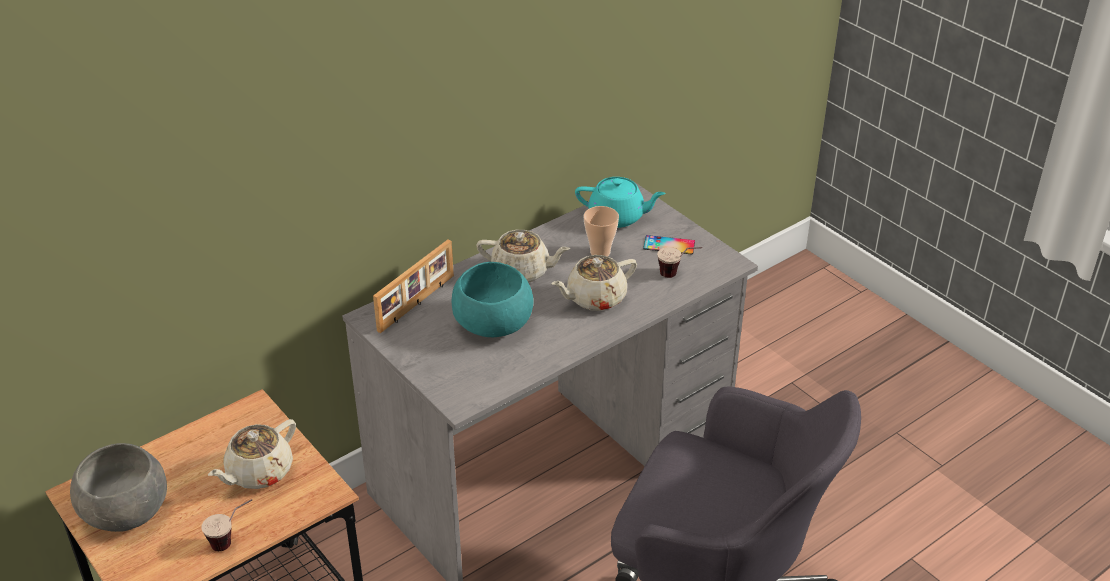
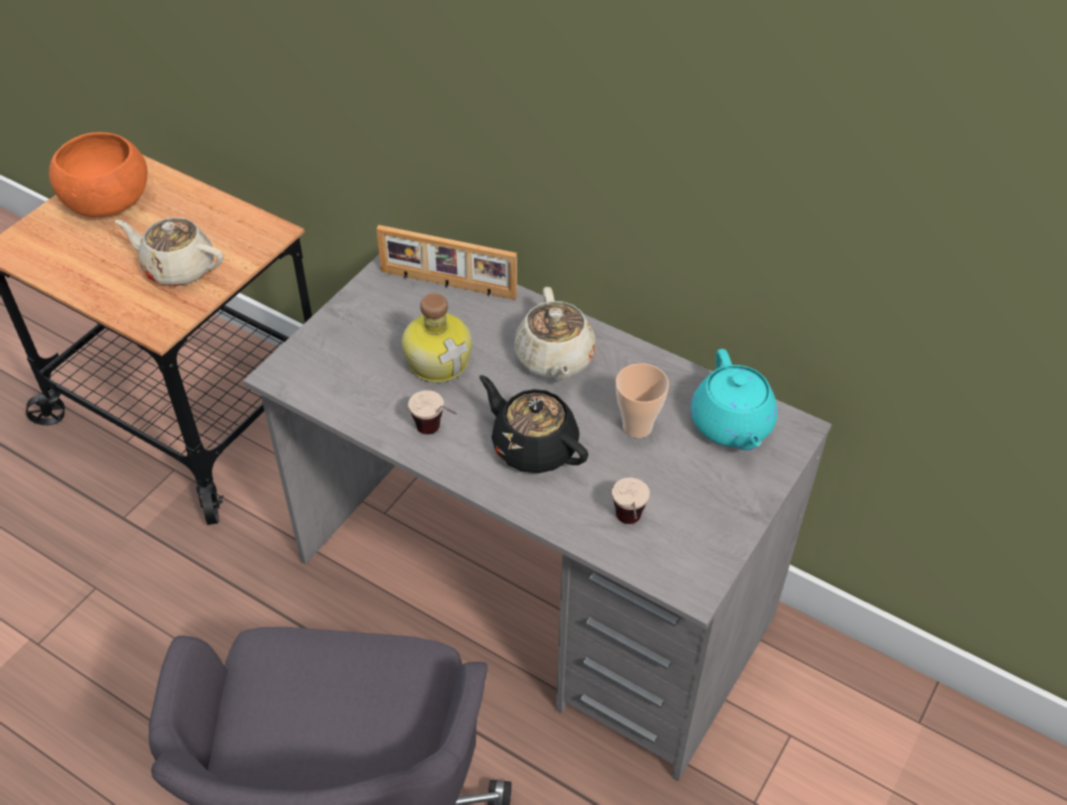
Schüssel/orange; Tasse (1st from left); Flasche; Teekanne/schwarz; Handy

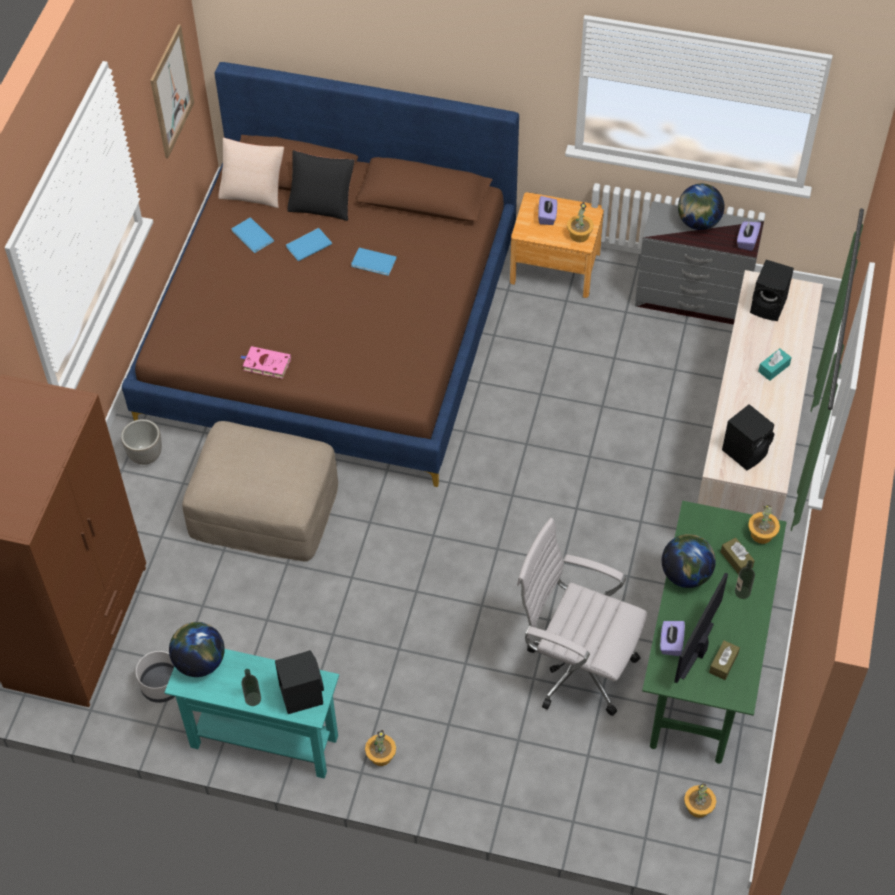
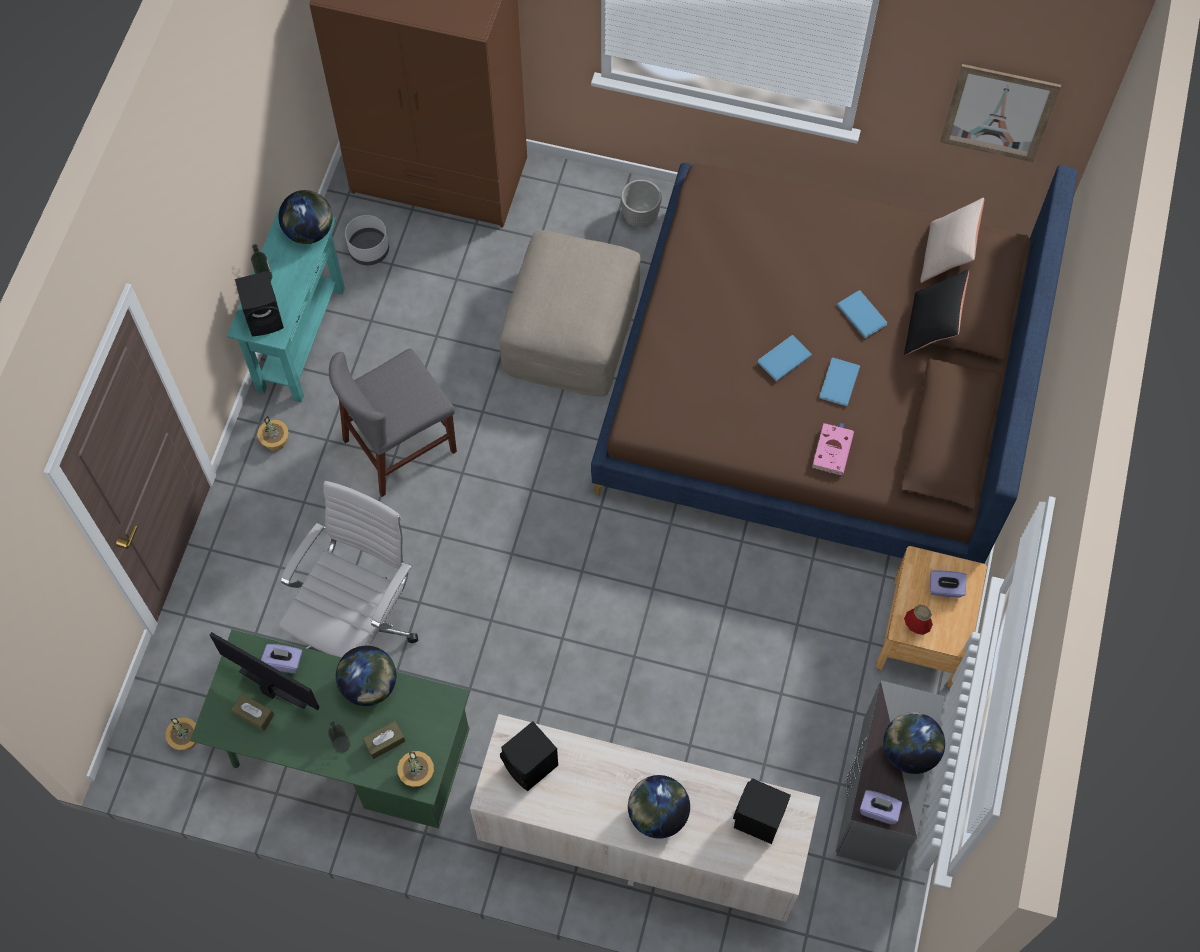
Buch/blau (1st from left); Buch/rosa; Flasche (3rd from left); Globus (3rd from left); Stuhl/grau

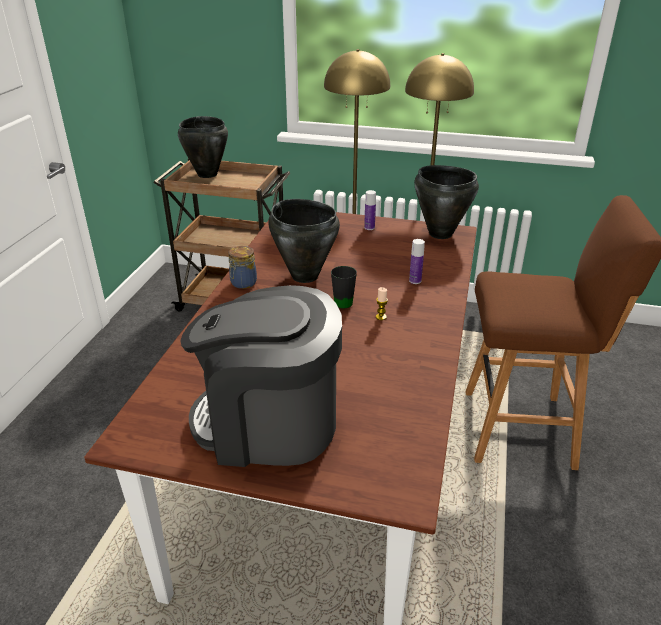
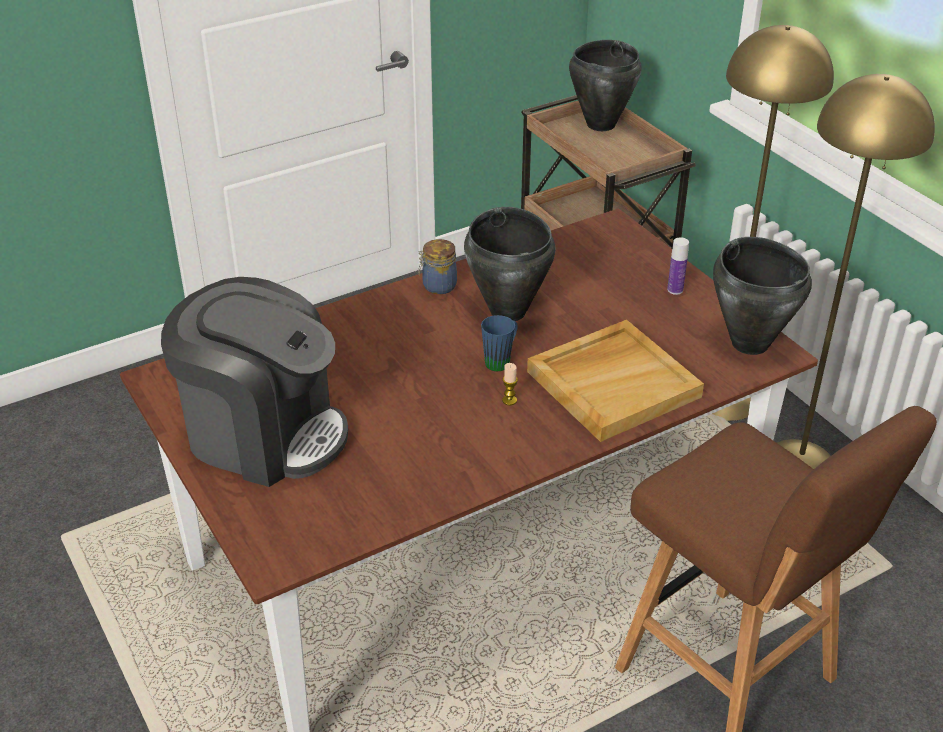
Kaffeemaschine; Henkelbecher/blau; Tablett/beige

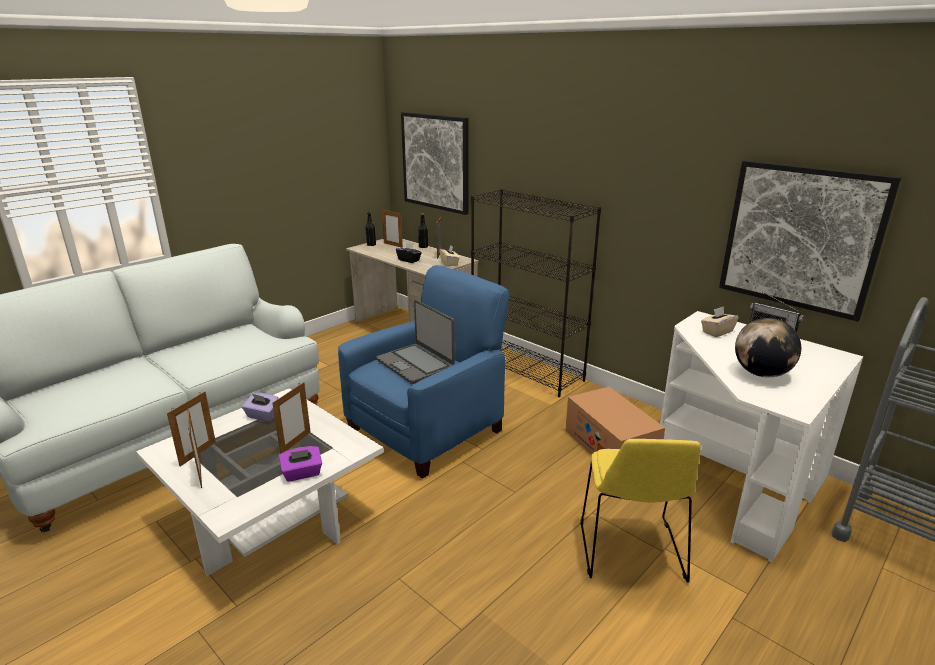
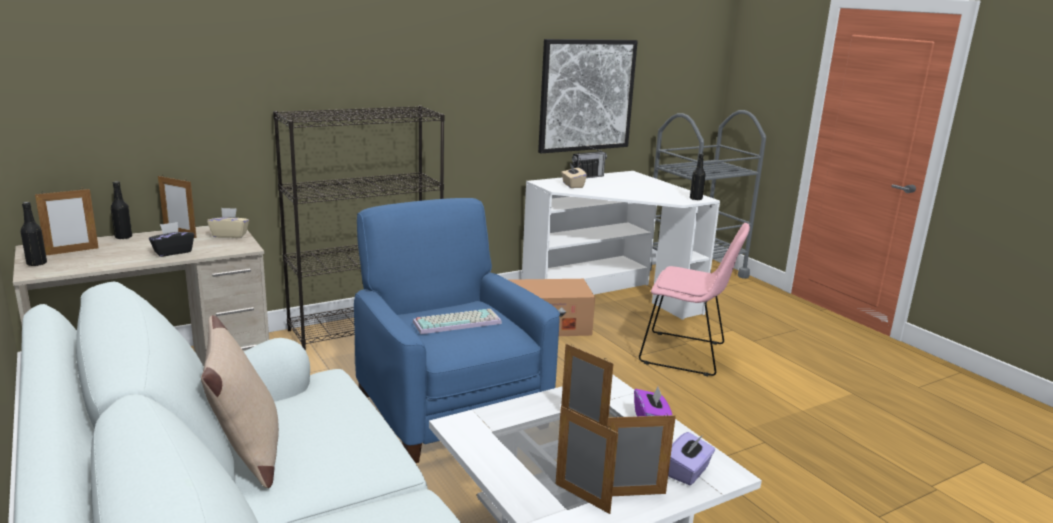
Taschentuchbox/lila (2nd from left); Tastatur; Bild (1st from left in the first image); Stuhl/rosa; Globus; Kissen/beige; Flasche/schwarz (3rd from left)

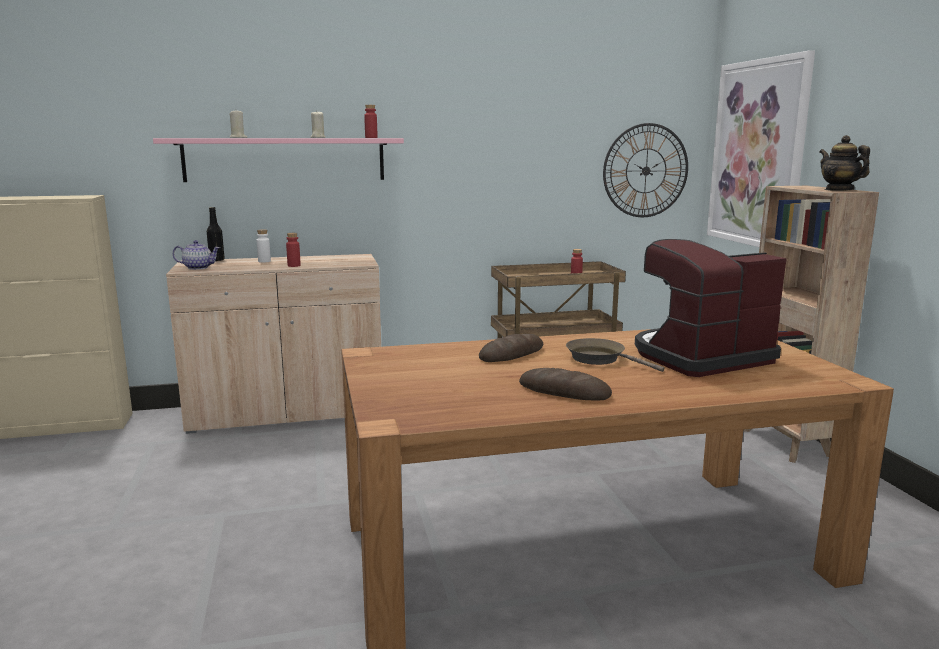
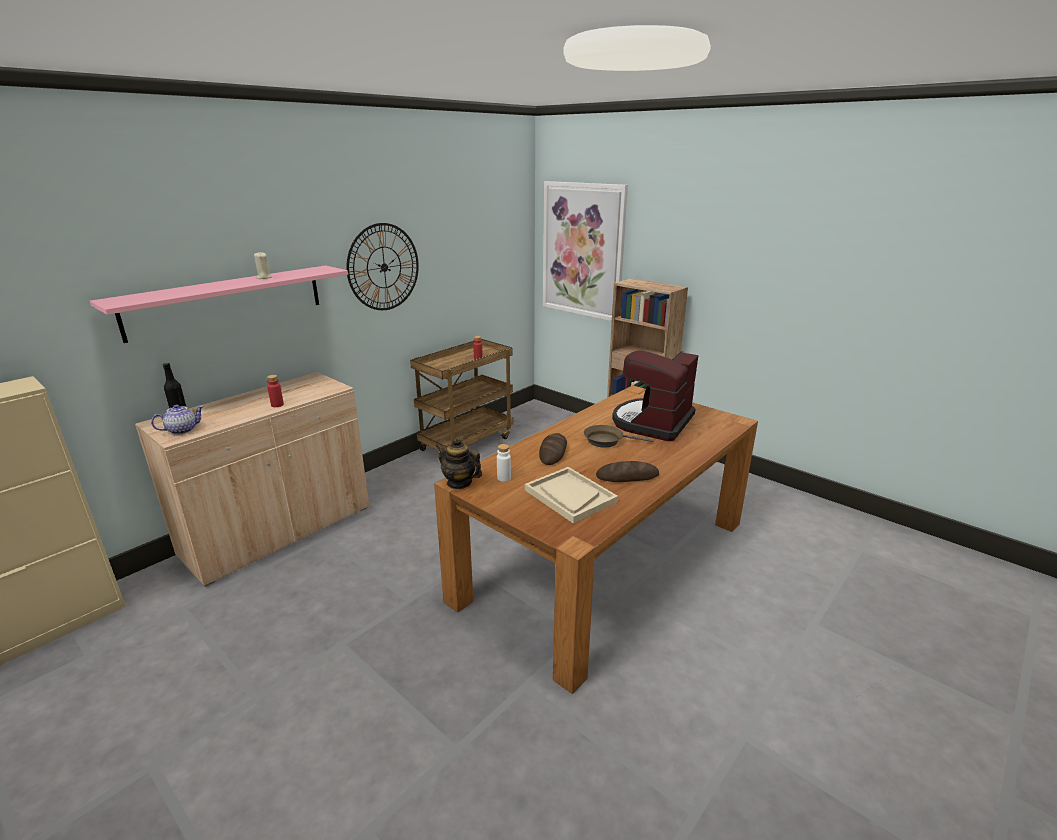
Kerze/beige (1st from left in the first image); Flasche/weiß; Flasche/rot (2nd from left in the first image); Wanduhr; Teekanne (2nd from left); Tablett/beige

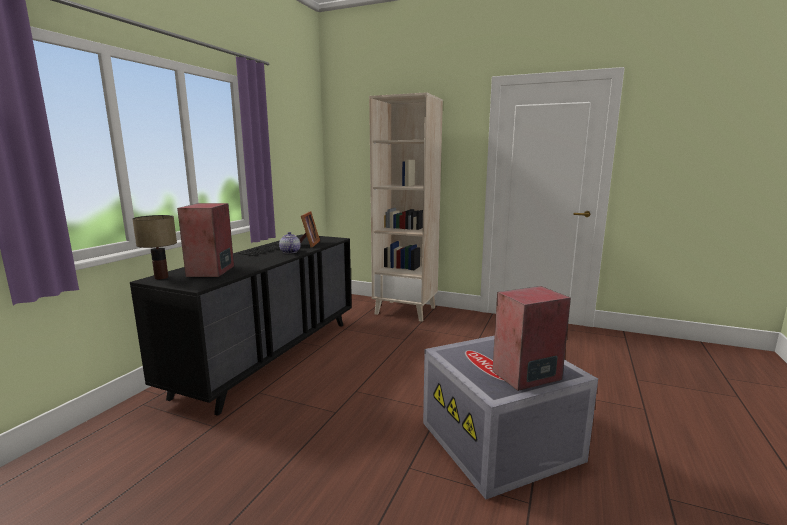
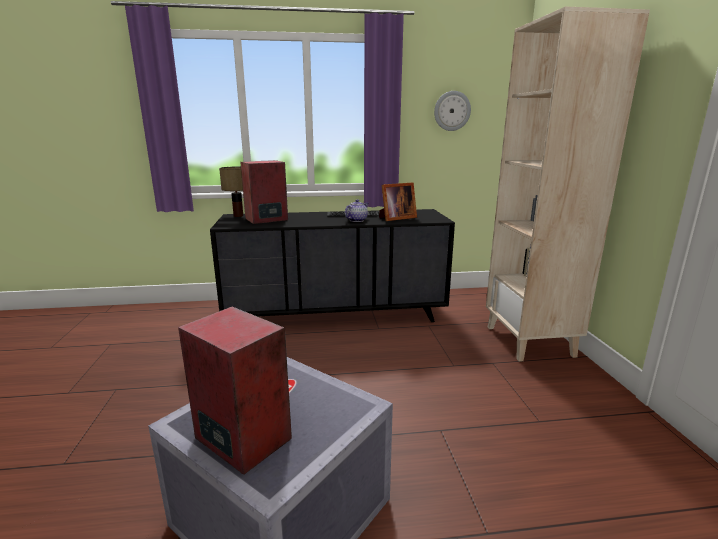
Wanduhr

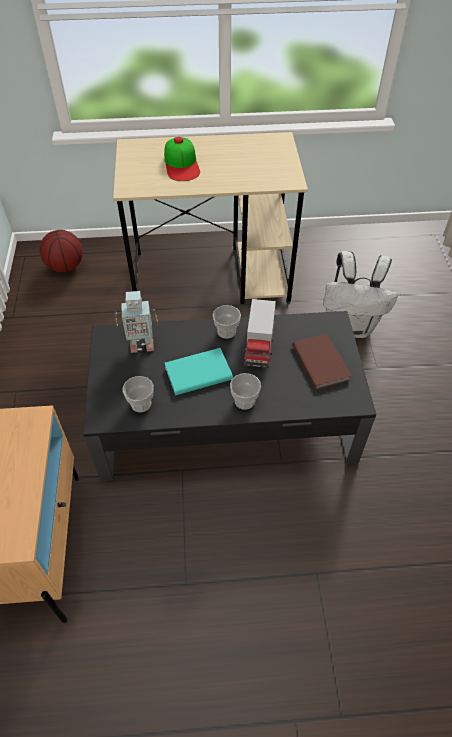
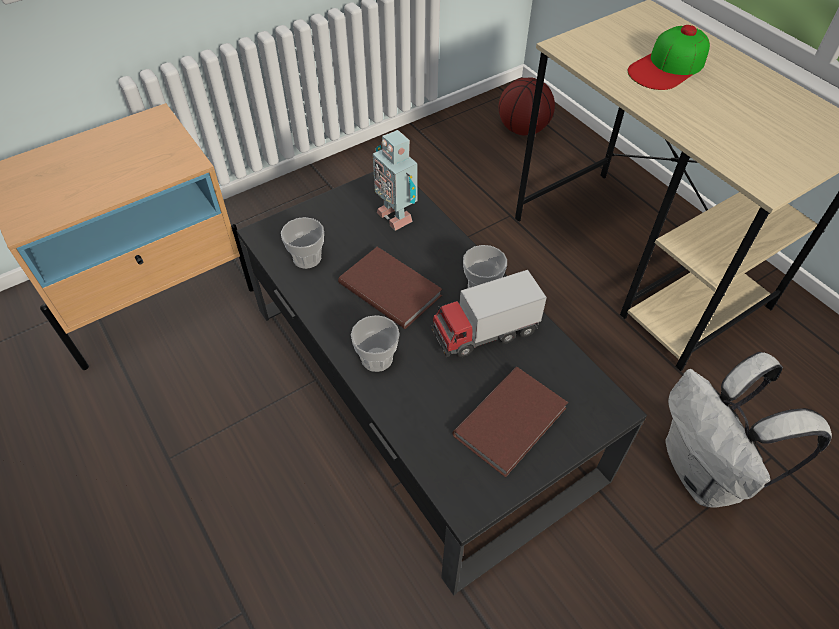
Buch/braun (1st from left)

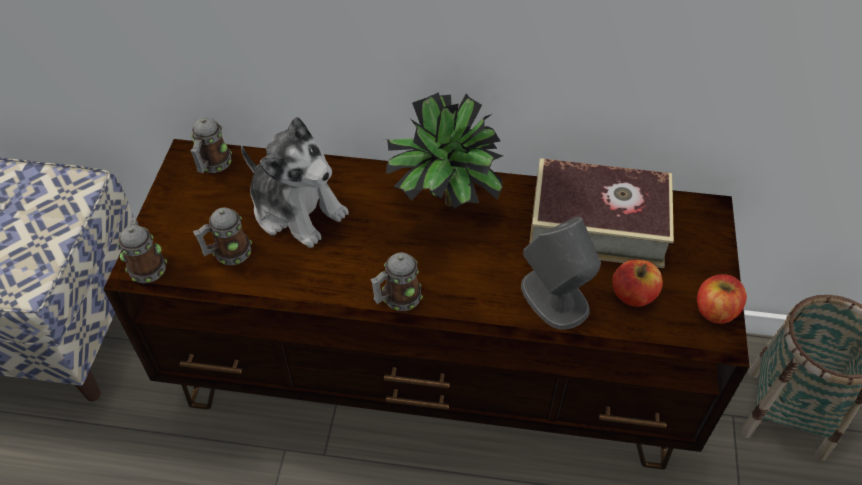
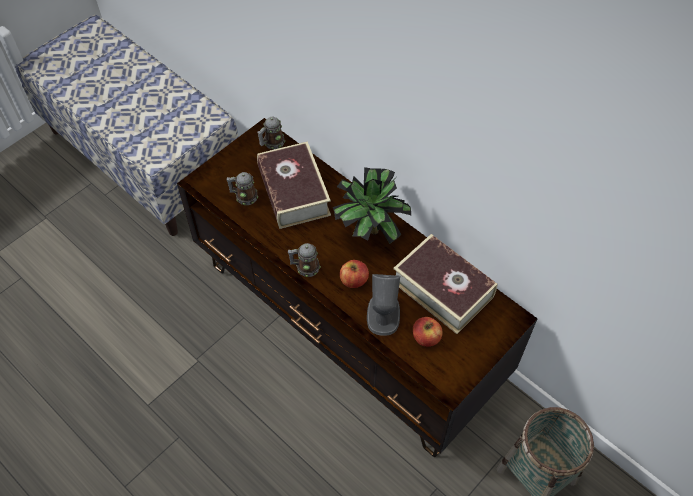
Henkelbecher (1st from left in the first image); Buch (1st from left); Apfel (1st from left)

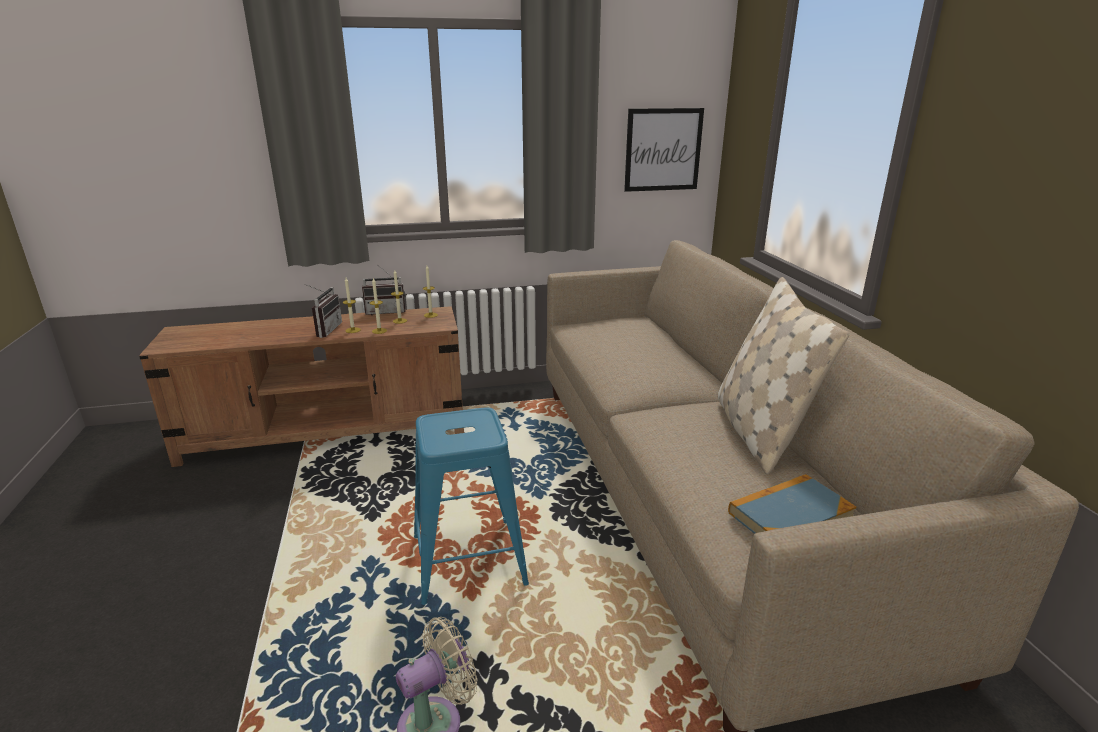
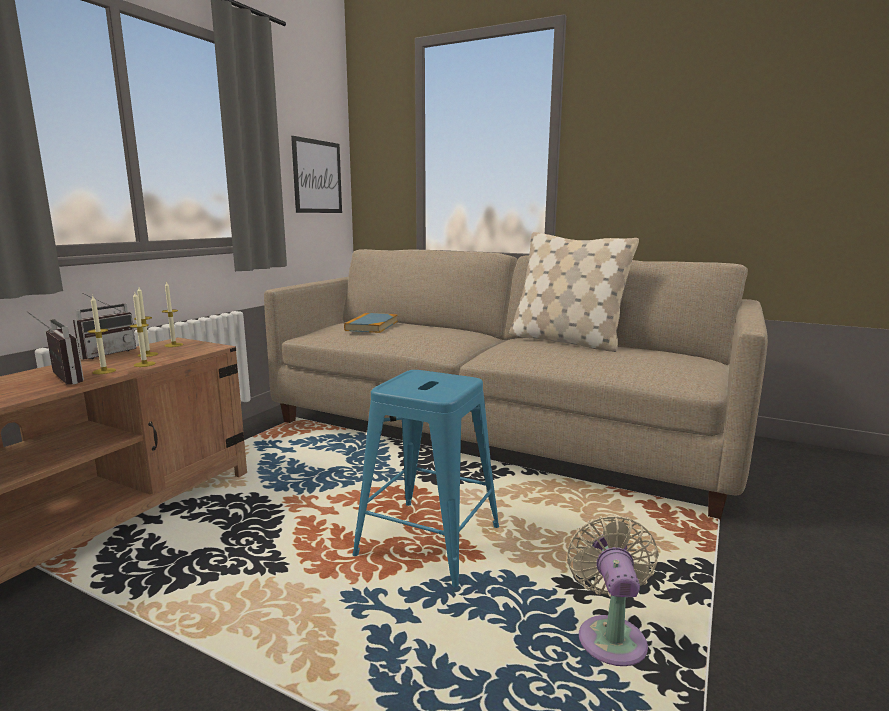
Buch

